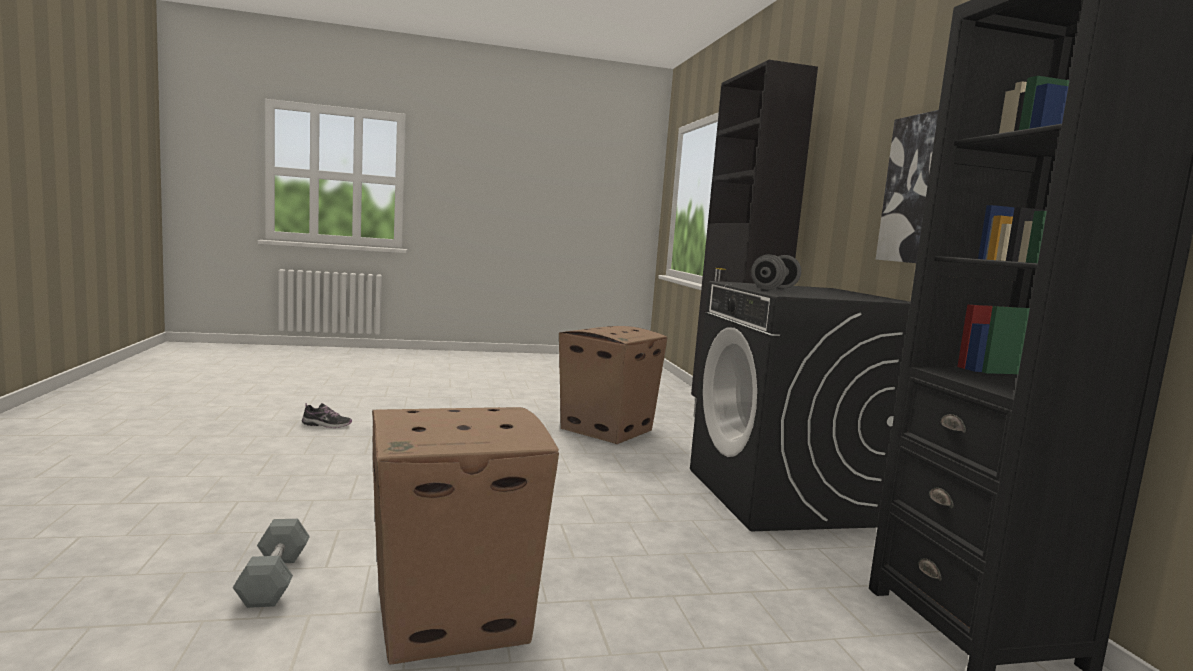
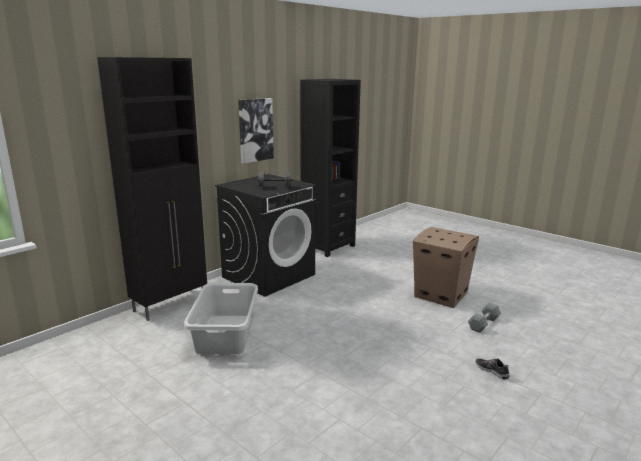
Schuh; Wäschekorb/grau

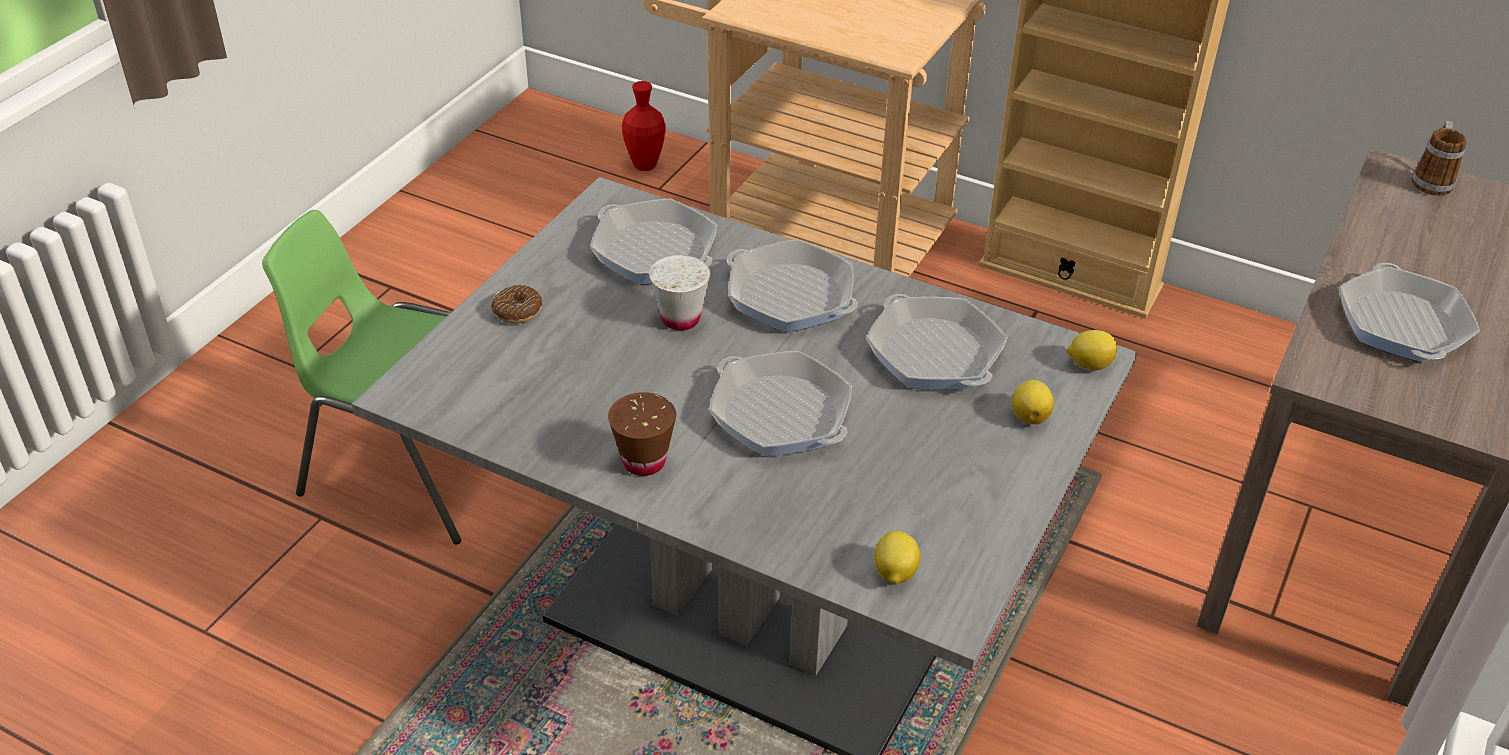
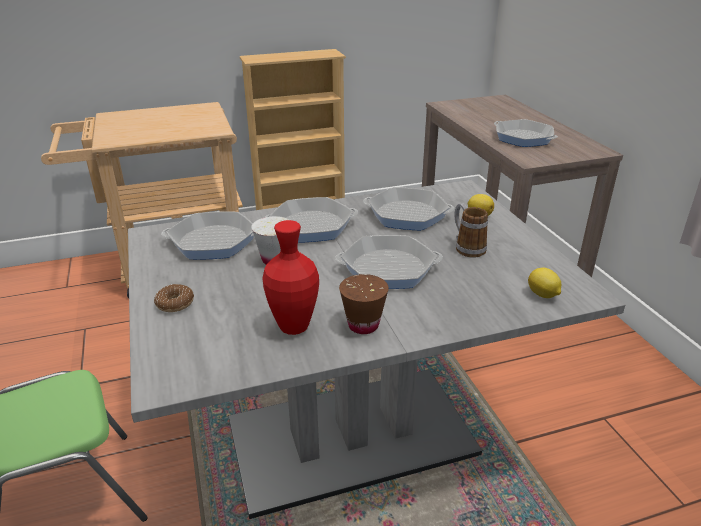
Vase/rot; Zitrone (3rd from left in the first image); Henkelbecher

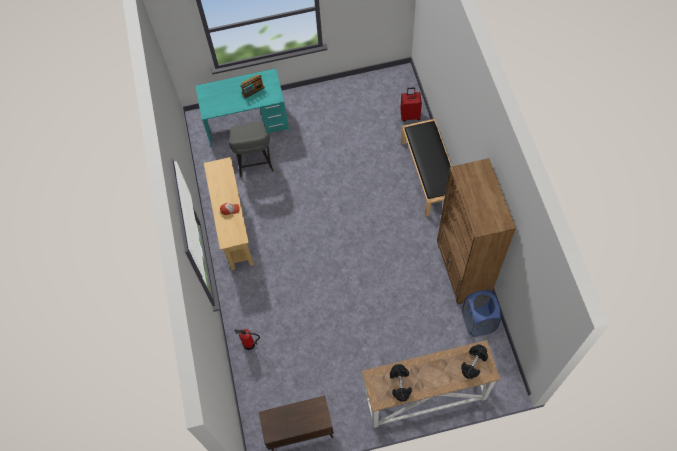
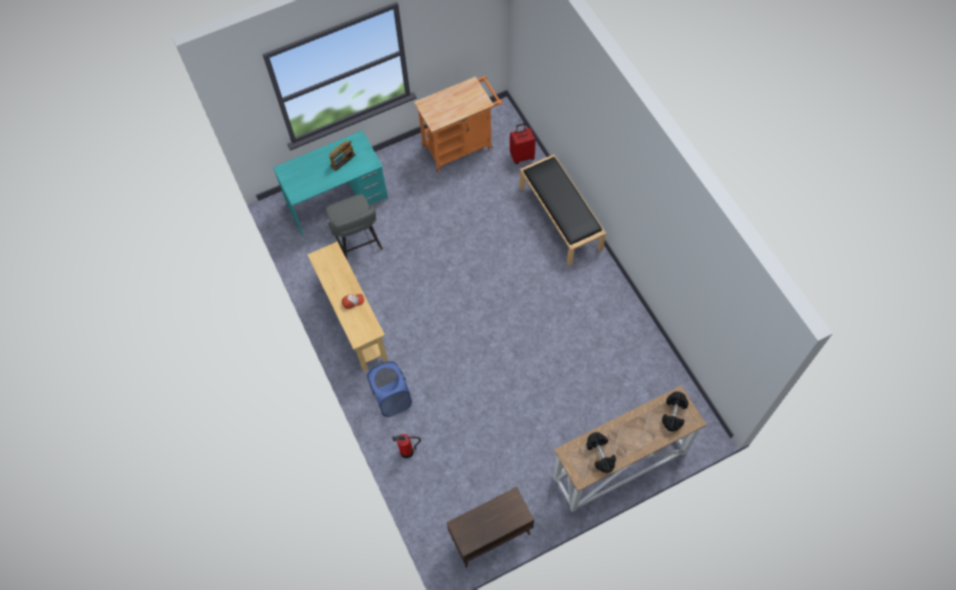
Bücherregal/braun; Wäschekorb/blau; Rollwagen/orange

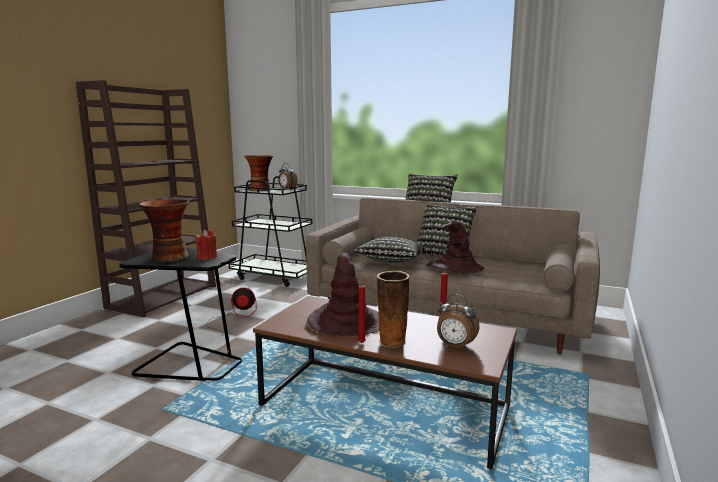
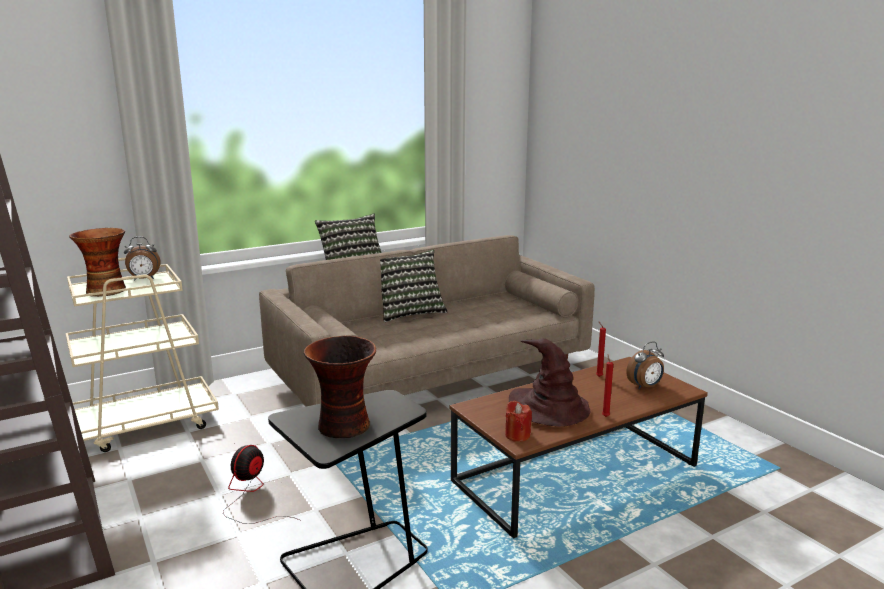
Kerze/rot (1st from left); Rollwagen/beige; Kissen (1st from left in the first image); Vase (3rd from left in the first image); Hut/braun (2nd from left in the first image)

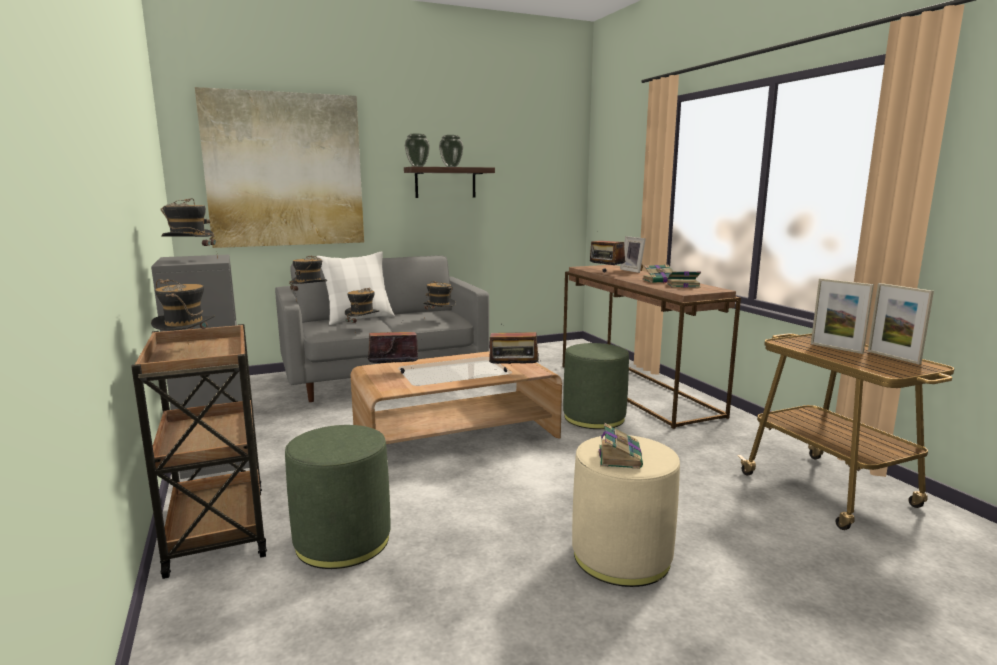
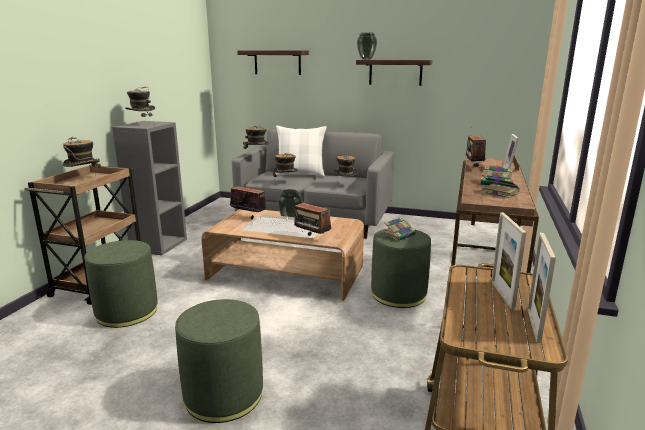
Wandregal (1st from left); Vase (1st from left); Polsterhocker/grün (2nd from left); Buch (1st from left)

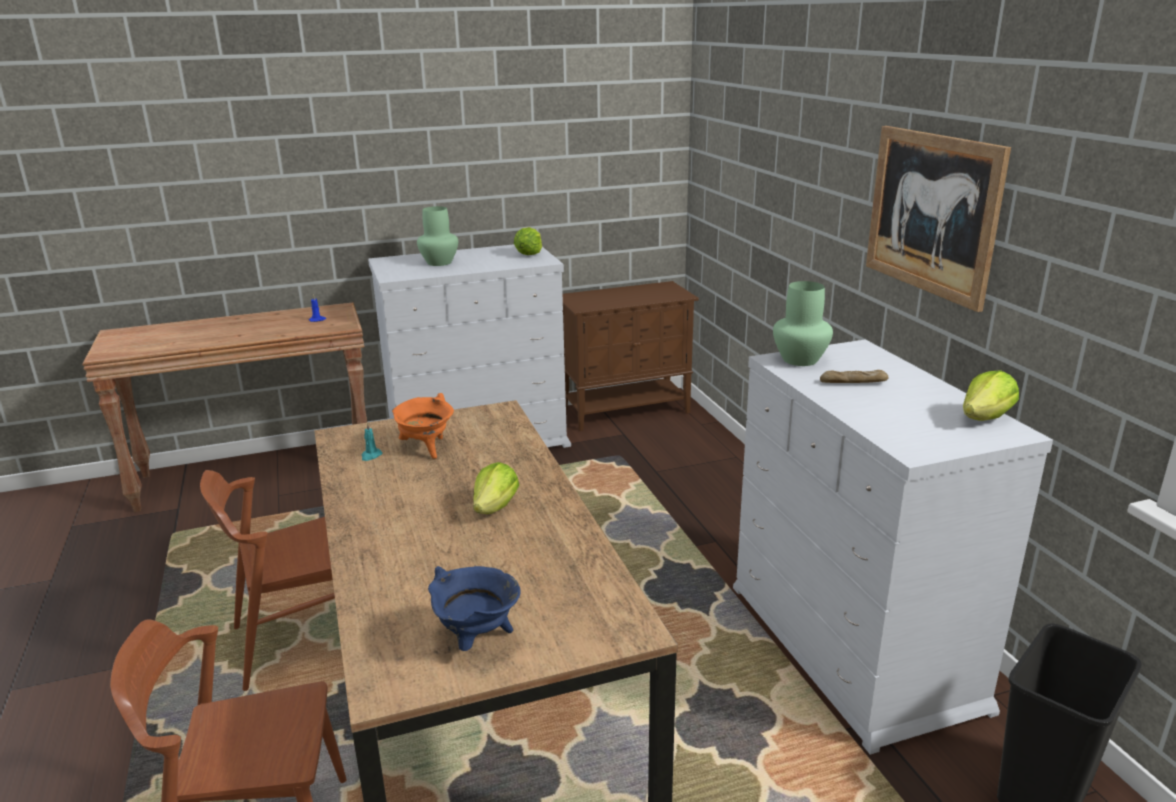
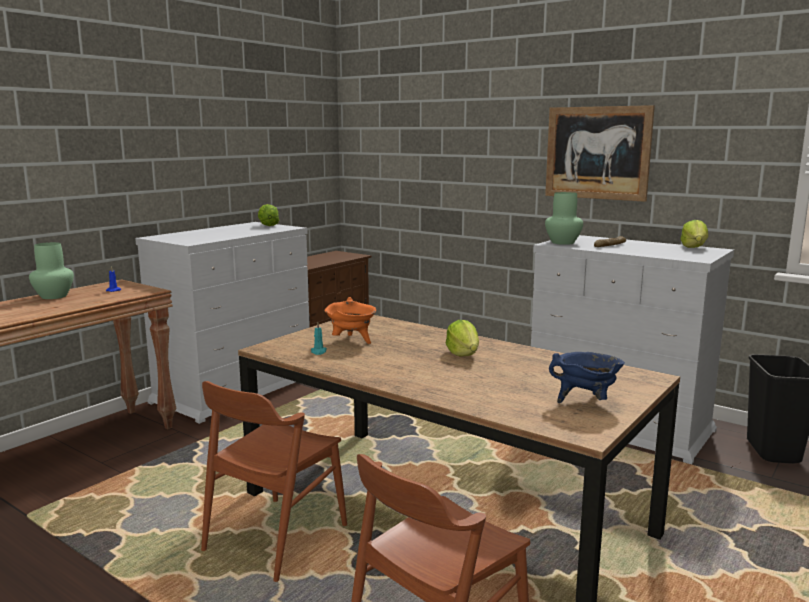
Vase/grün (1st from left)

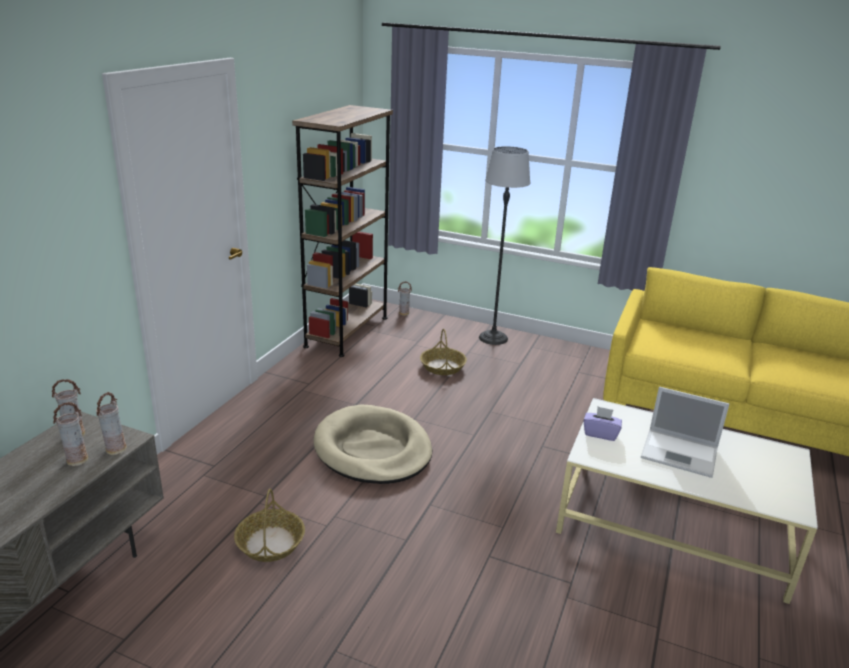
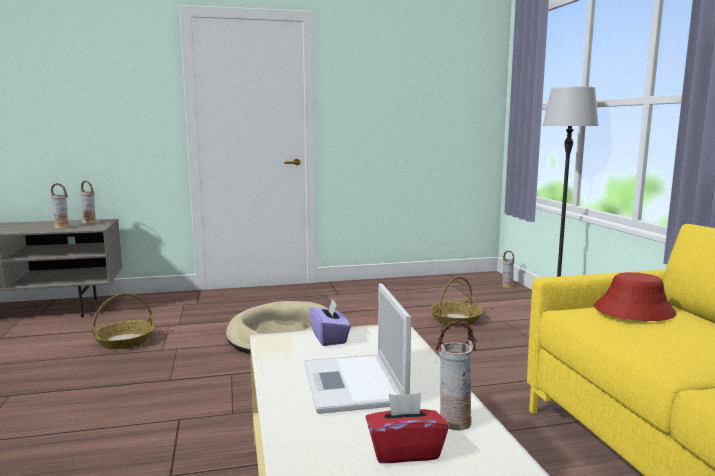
Vase (3rd from left); Bücherregal/braun; Taschentuchbox/rot; Hut/rot

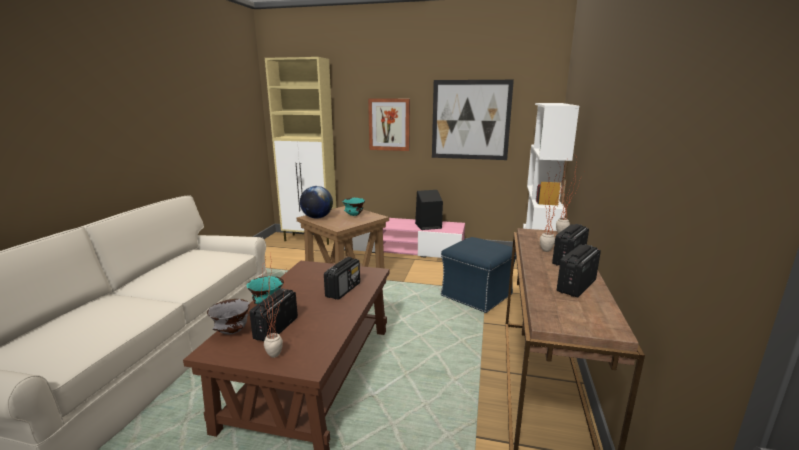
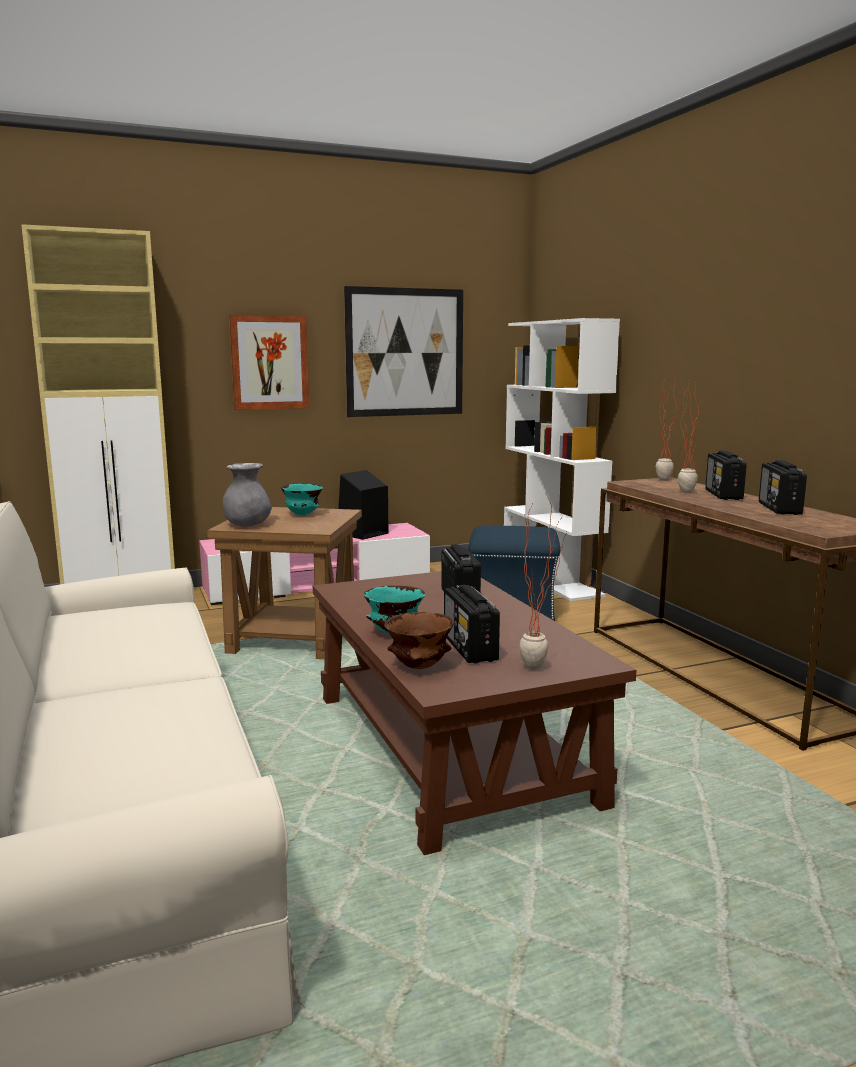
Schüssel/braun; Vase/grau

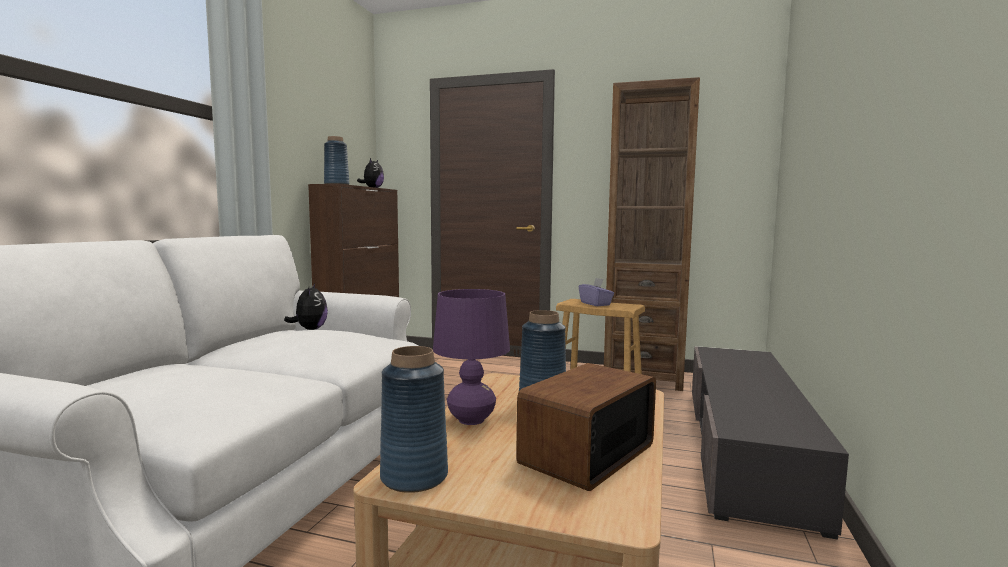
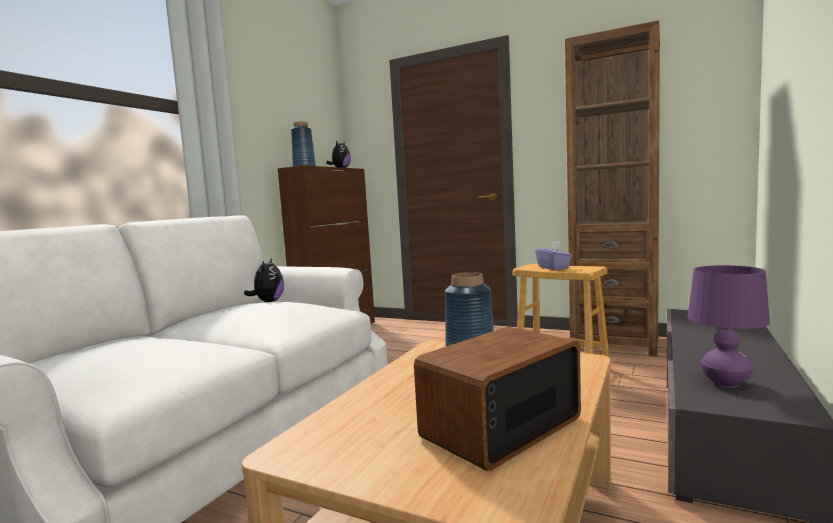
Vase/blau (2nd from left in the first image); Tischlampe/lila

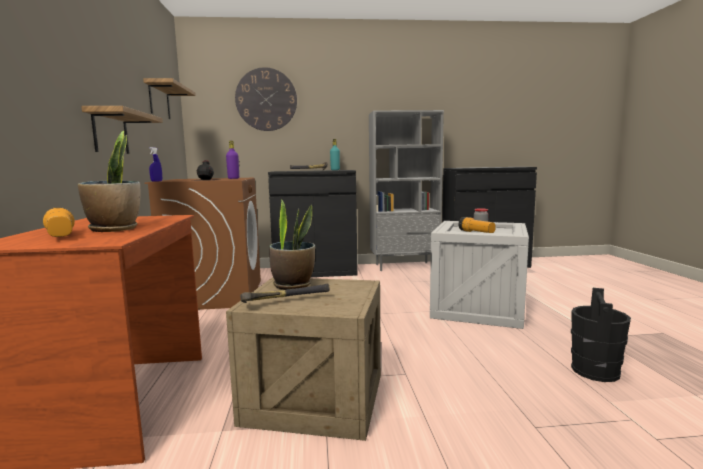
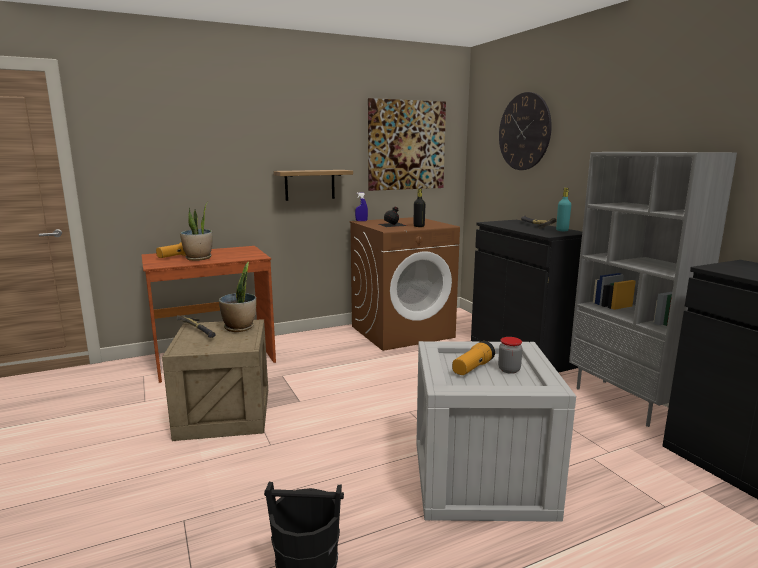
Bild; Flasche/schwarz (2nd from left)

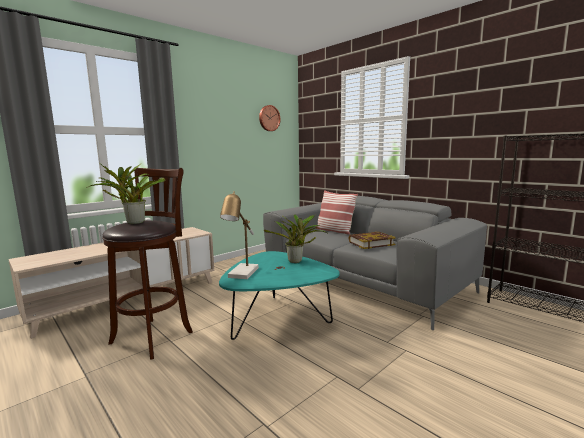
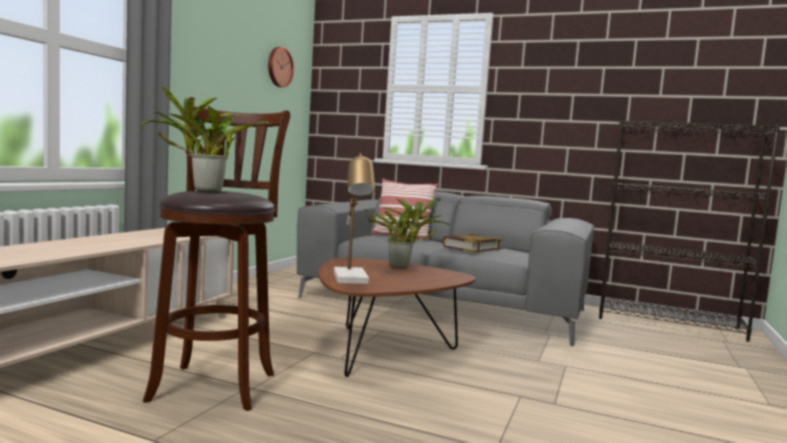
Couchtisch/braun

